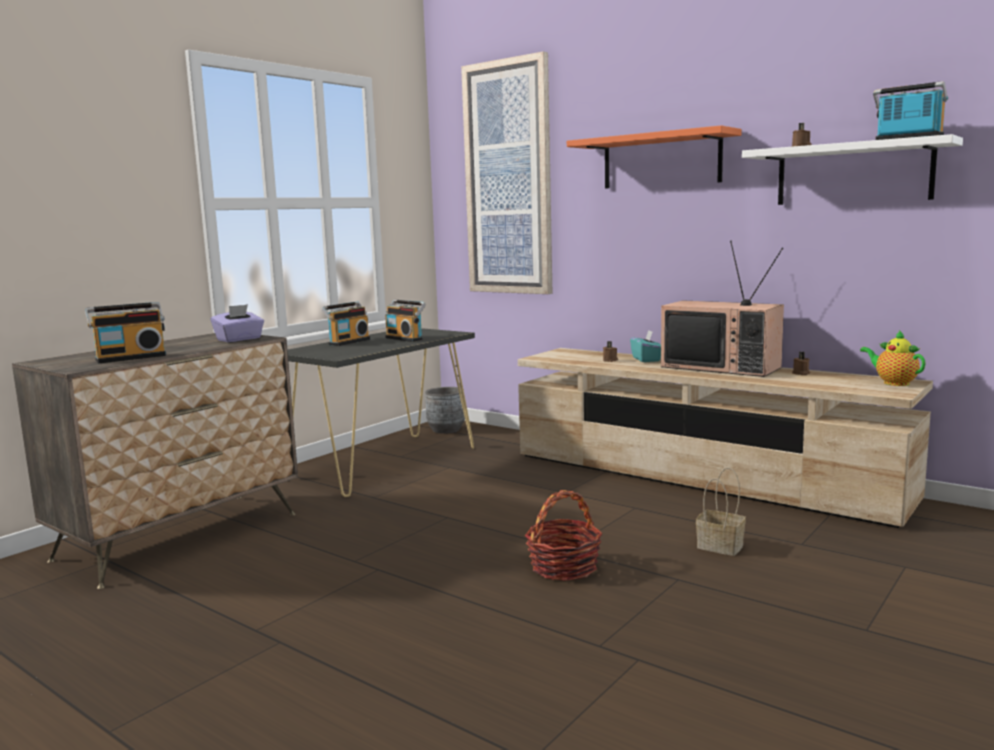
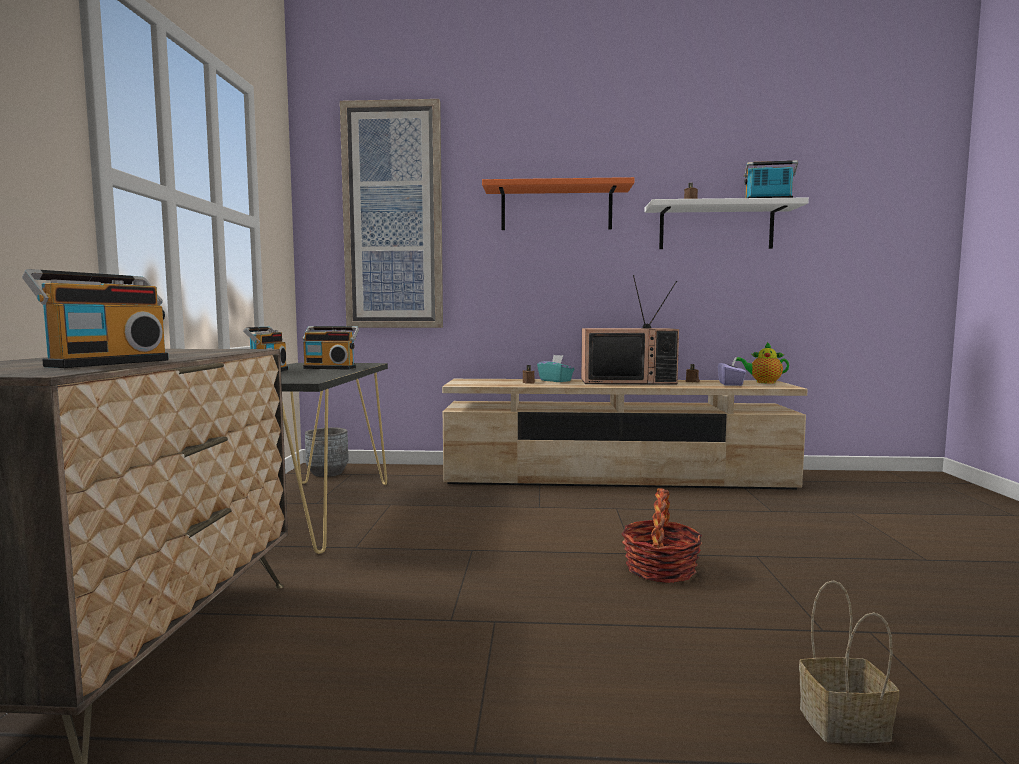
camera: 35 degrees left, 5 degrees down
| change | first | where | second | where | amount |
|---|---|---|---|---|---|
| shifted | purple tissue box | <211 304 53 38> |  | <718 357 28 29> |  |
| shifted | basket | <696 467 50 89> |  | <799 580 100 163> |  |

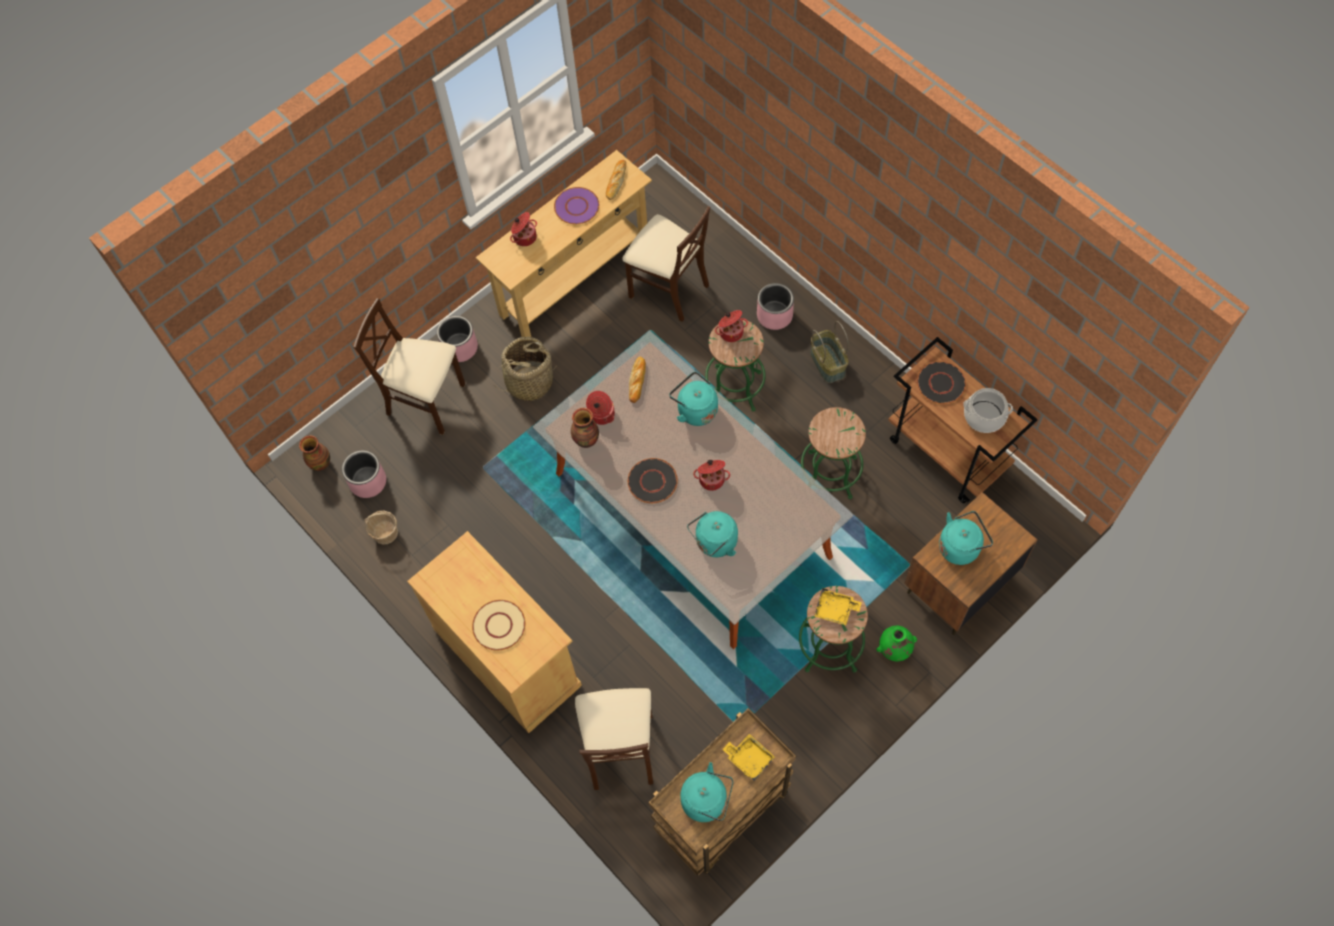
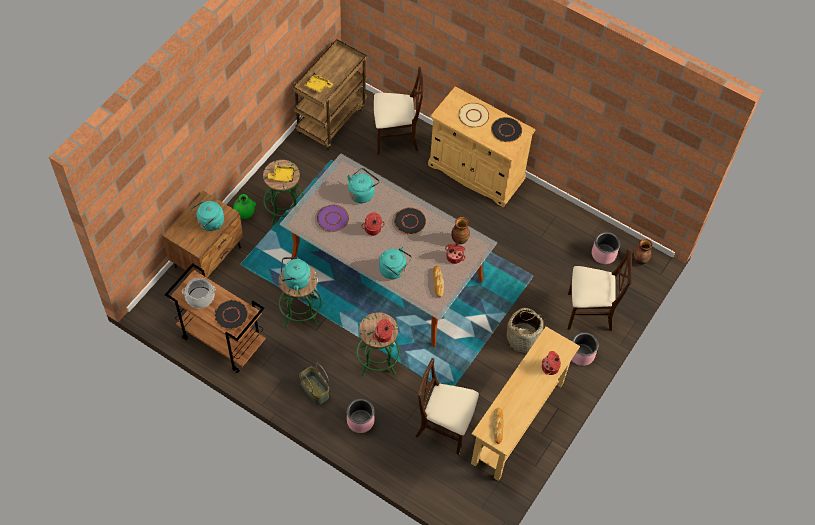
camera: 160 degrees right, 5 degrees down
| change | first | where | second | where | amount |
|---|---|---|---|---|---|
| gone | basket | <364 511 34 34> |  |  |  |
| new |  |  | black plate | <491 117 31 25> |  |
| shifted | purple plate | <554 187 45 37> |  | <317 205 32 27> |  |
| shifted | turquoise kettle | <680 762 53 60> |  | <280 257 31 33> |  |
| rotated | beige chair | <575 688 78 102> |  | <374 67 49 88> | 105 degrees clockwise |

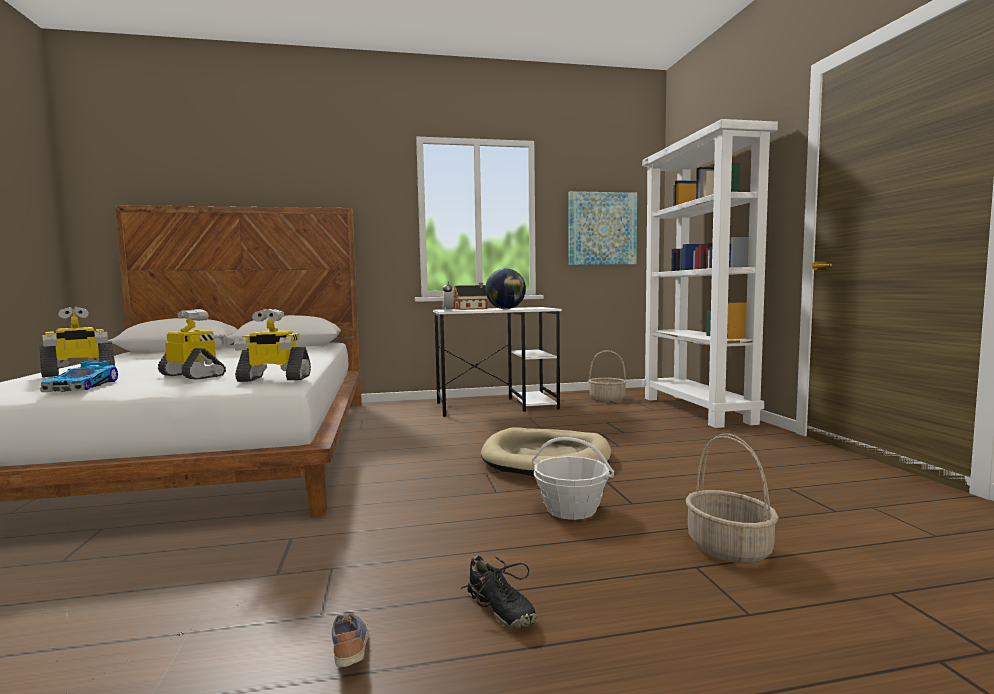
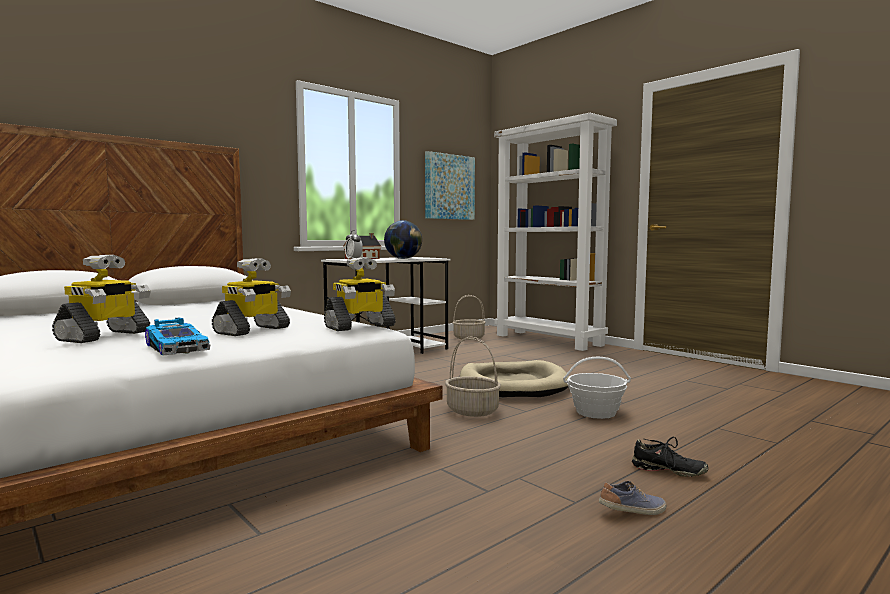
camera: 30 degrees left, 0 degrees up
| change | first | where | second | where | amount |
|---|---|---|---|---|---|
| shifted | basket | <685 434 94 130> |  | <445 337 56 80> |  |
| rotated | toy robot | <158 309 71 71> |  | <212 258 79 78> | 120 degrees clockwise |
| rotated | shoe | <332 613 37 55> |  | <599 481 67 34> | 120 degrees clockwise |

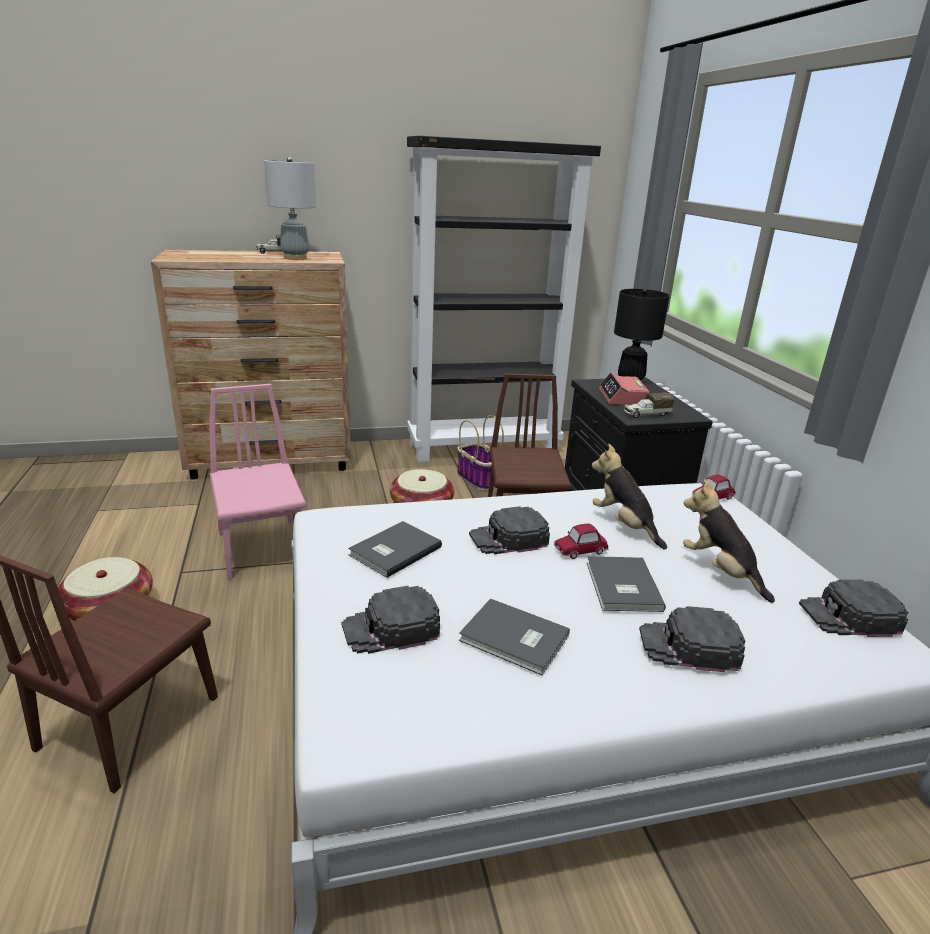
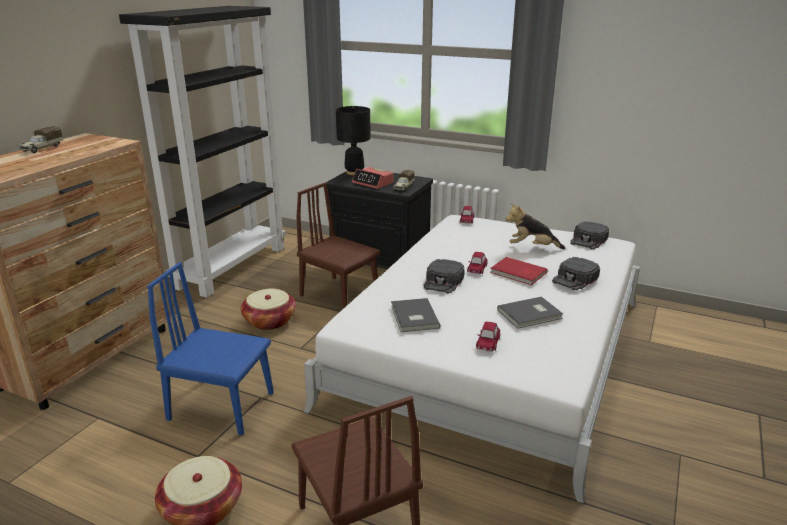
camera: 50 degrees left, 0 degrees up
| change | first | where | second | where | amount |
|---|---|---|---|---|---|
| gone | grey table lamp | <264 157 53 103> |  |  |  |
| gone | basket | <457 415 47 76> |  |  |  |
| gone | plush toy | <592 444 75 106> |  |  |  |
| swapped | black cap | <341 586 99 68> | toy car | <476 322 24 30> |  |
| repainted | pink chair | <209 384 97 196> | blue chair | <147 262 127 173> |  |
| repainted | grey book | <587 556 79 56> | red book | <490 257 57 28> |  |

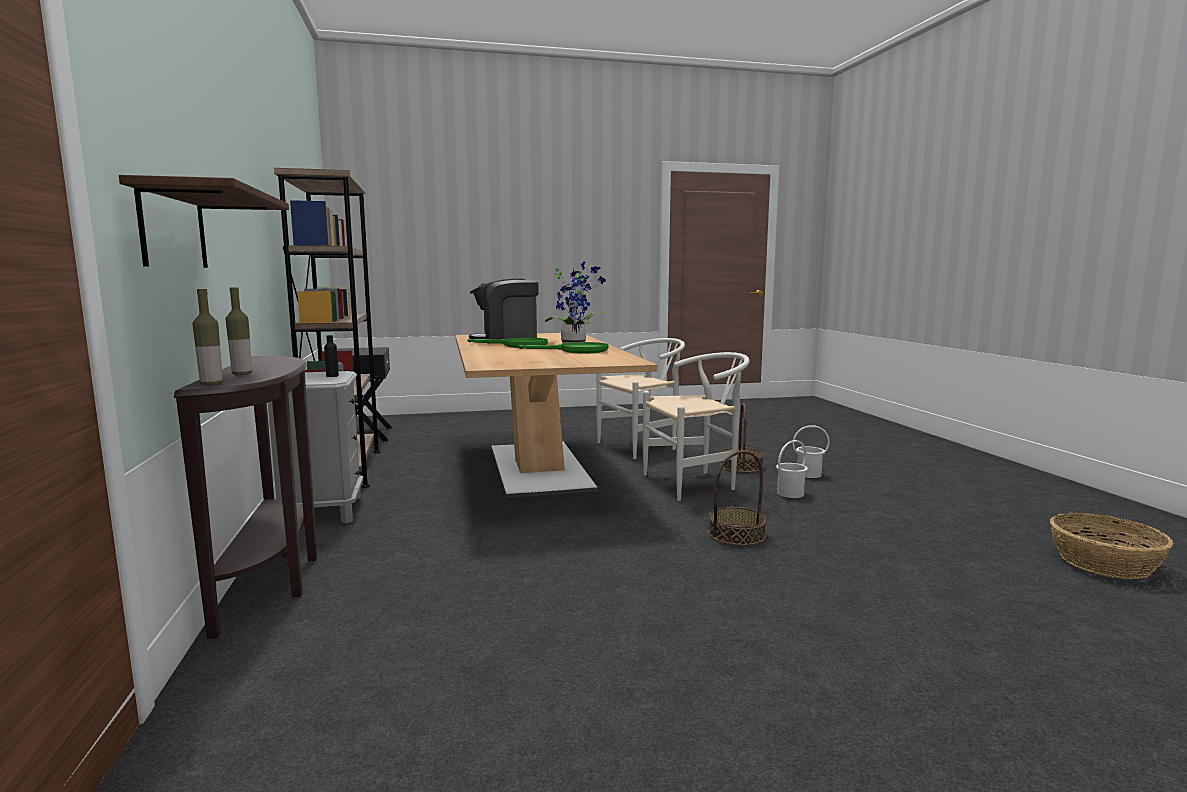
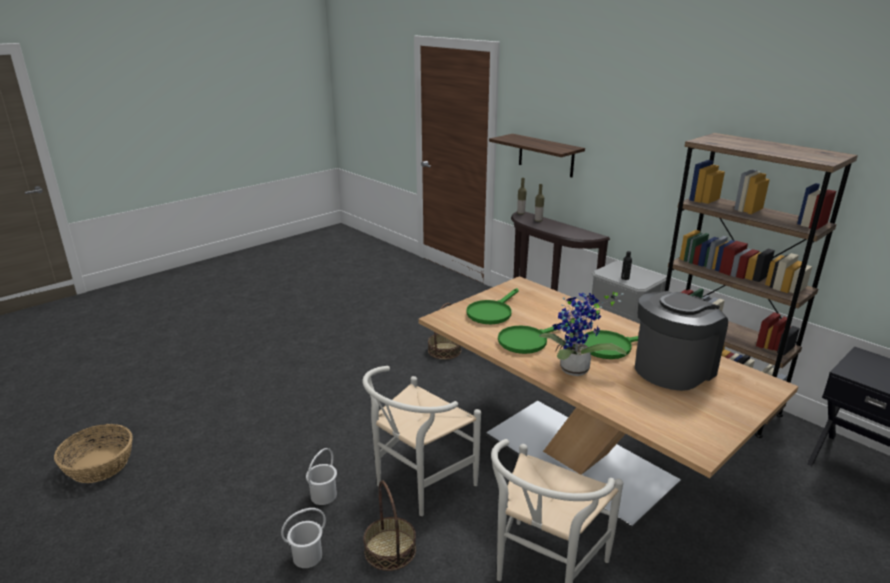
camera: 150 degrees right, 15 degrees up
| change | first | where | second | where | amount |
|---|---|---|---|---|---|
| new |  |  | green frying pan | <466 288 53 36> |  |
| shifted | basket | <709 450 58 96> |  | <428 303 33 57> |  |

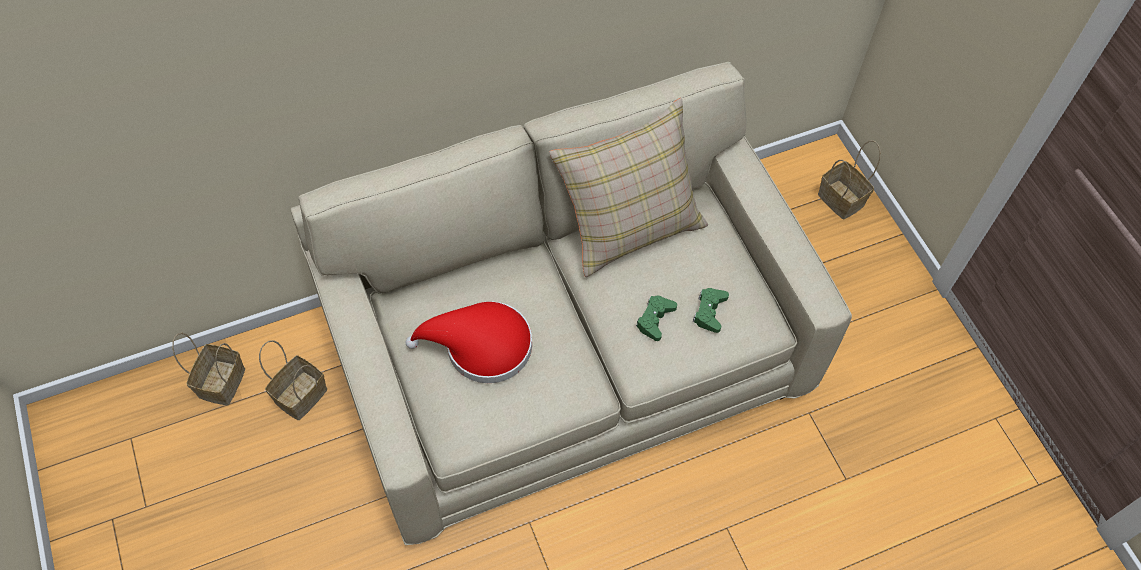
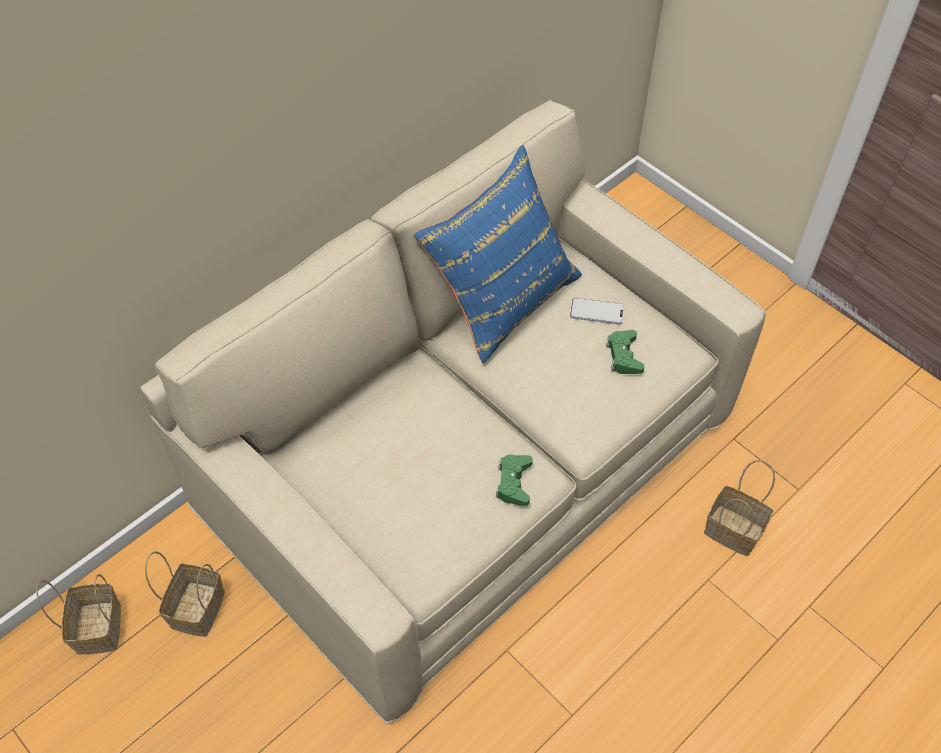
camera: 20 degrees left, 5 degrees down
| change | first | where | second | where | amount |
|---|---|---|---|---|---|
| gone | red hat | <406 301 126 82> |  |  |  |
| new |  |  | phone | <570 298 54 26> |  |
| shifted | green game controller | <636 296 41 45> |  | <496 455 37 51> |  |
| shifted | basket | <818 140 63 79> |  | <704 460 71 96> |  |
| repainted | beige pillow | <549 98 159 179> | blue pillow | <413 145 169 218> |  |

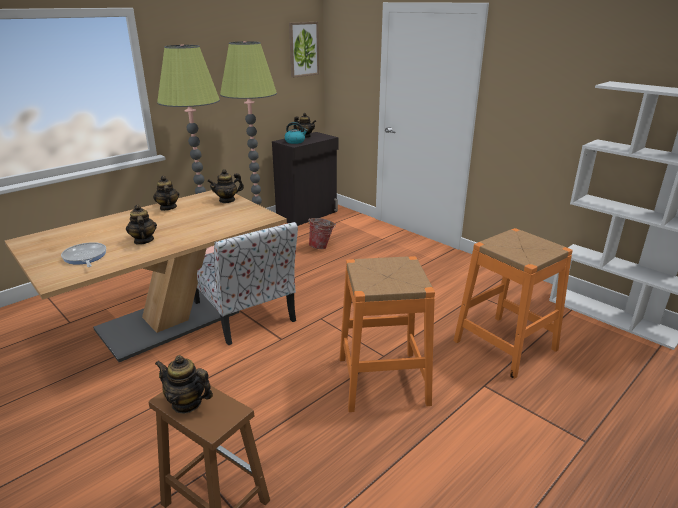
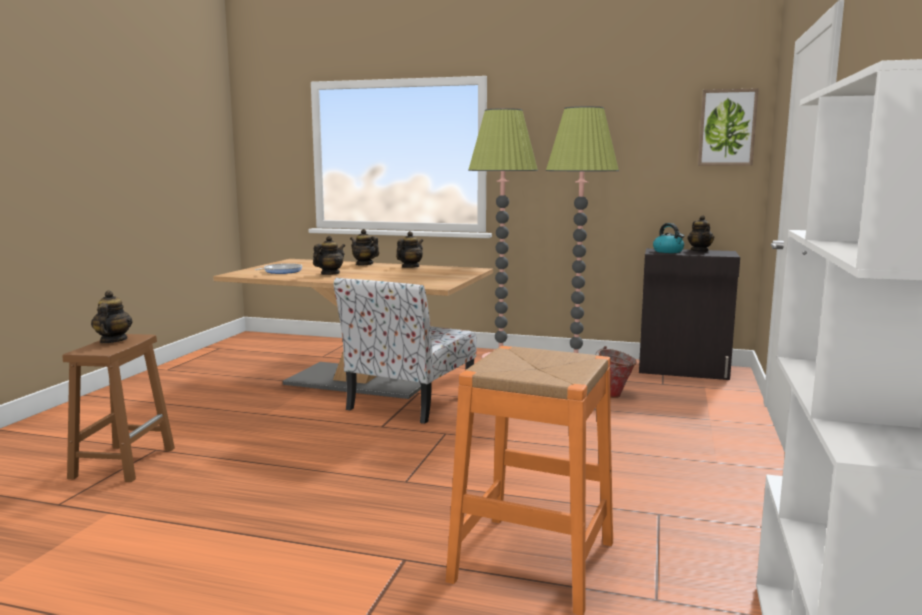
camera: 60 degrees right, 15 degrees down
| change | first | where | second | where | amount |
|---|---|---|---|---|---|
| gone | orange stool | <339 256 96 156> |  |  |  |
| shifted | teapot | <207 169 37 34> |  | <350 229 29 37> |  |

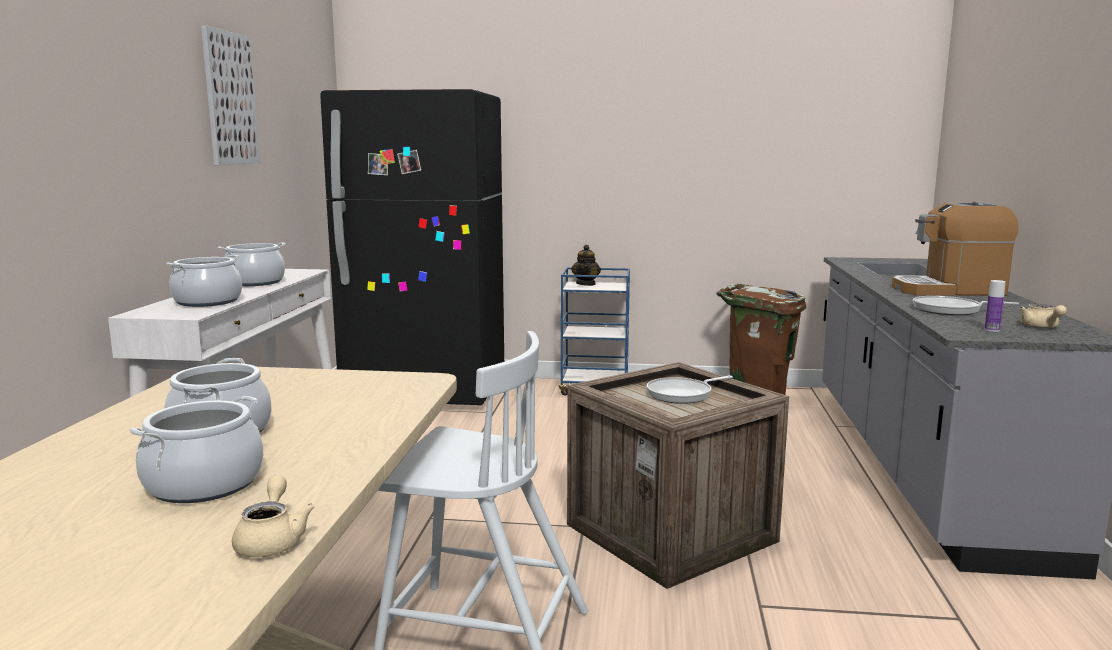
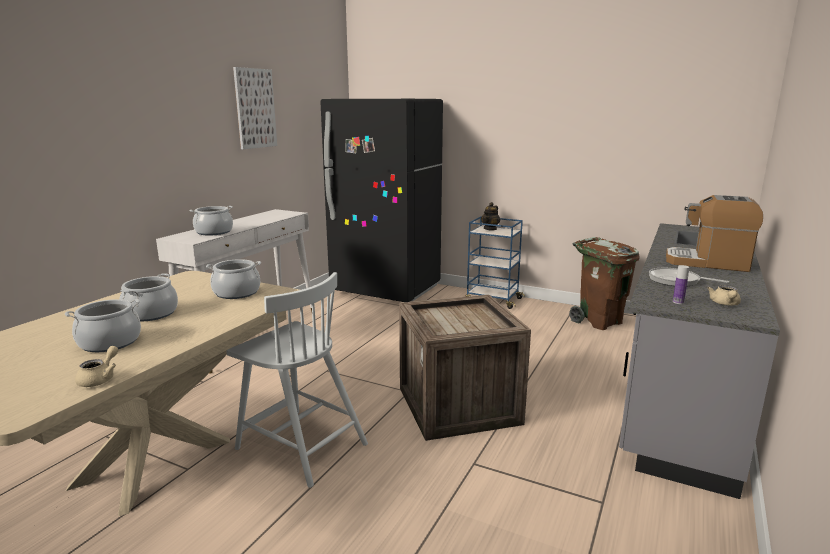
camera: 20 degrees right, 5 degrees up
| change | first | where | second | where | amount |
|---|---|---|---|---|---|
| gone | frying pan | <647 375 86 29> |  |  |  |
| shifted | cooking pot | <218 242 68 44> |  | <206 259 55 40> |  |

